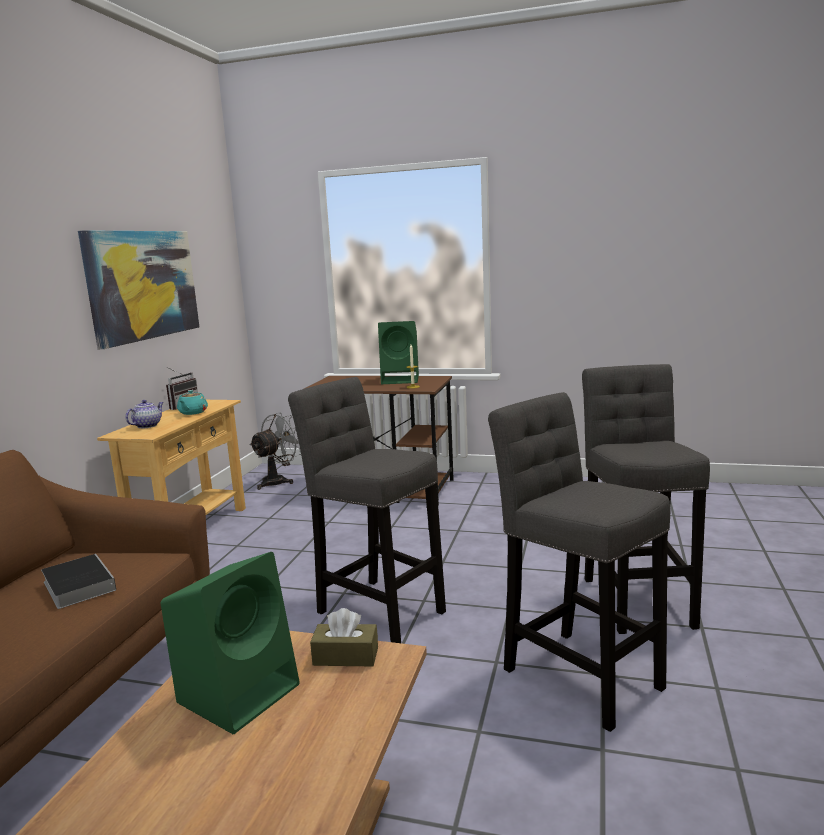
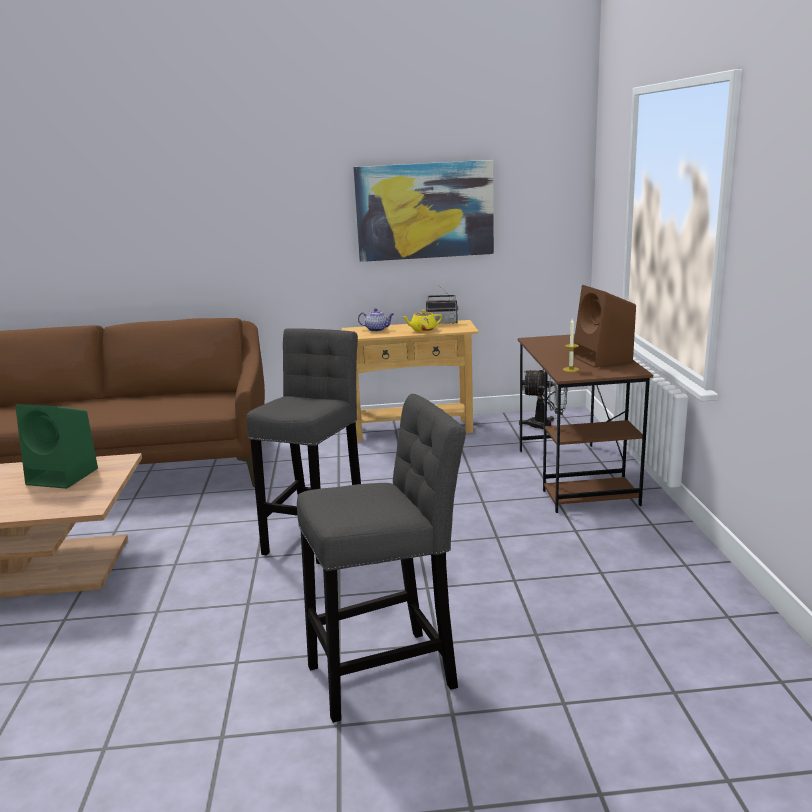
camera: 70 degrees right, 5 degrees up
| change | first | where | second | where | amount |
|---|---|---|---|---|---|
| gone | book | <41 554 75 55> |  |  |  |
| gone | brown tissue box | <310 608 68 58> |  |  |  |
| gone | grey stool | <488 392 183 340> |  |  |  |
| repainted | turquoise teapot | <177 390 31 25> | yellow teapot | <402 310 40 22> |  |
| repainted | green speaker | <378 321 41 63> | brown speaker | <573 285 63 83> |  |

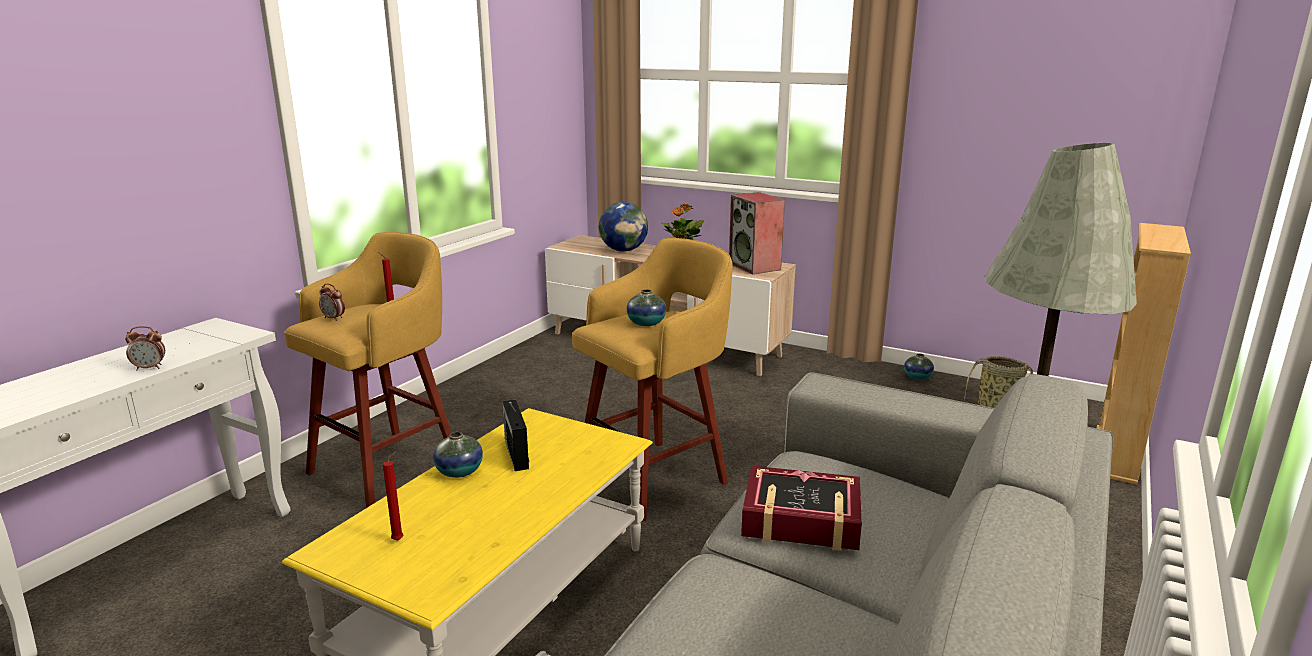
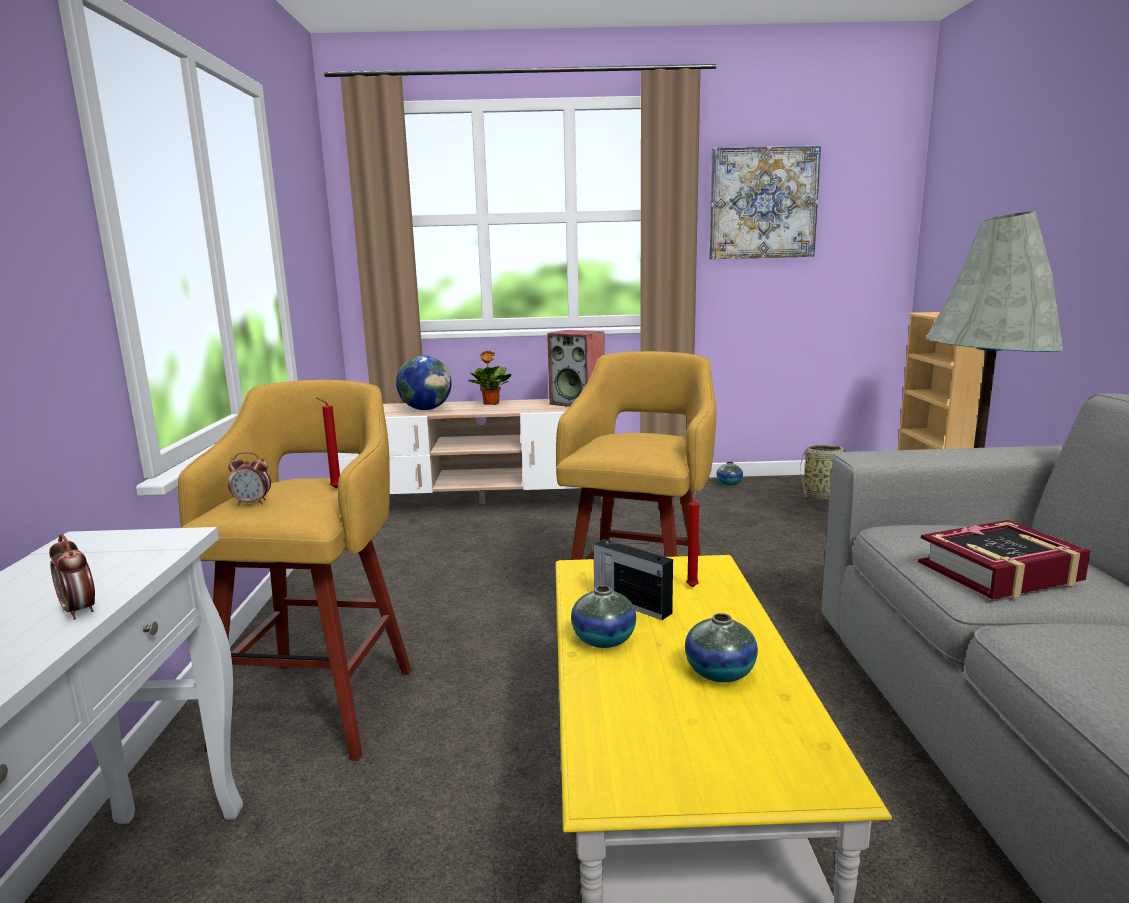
camera: 30 degrees left, 5 degrees down
| change | first | where | second | where | amount |
|---|---|---|---|---|---|
| new |  |  | picture | <709 145 112 114> |  |
| shifted | red candle | <383 451 20 90> |  | <686 491 13 96> |  |
| shifted | vase | <627 289 39 37> |  | <685 613 73 69> |  |
| rotated | alarm clock | <125 326 40 44> |  | <49 534 46 86> | 90 degrees clockwise |

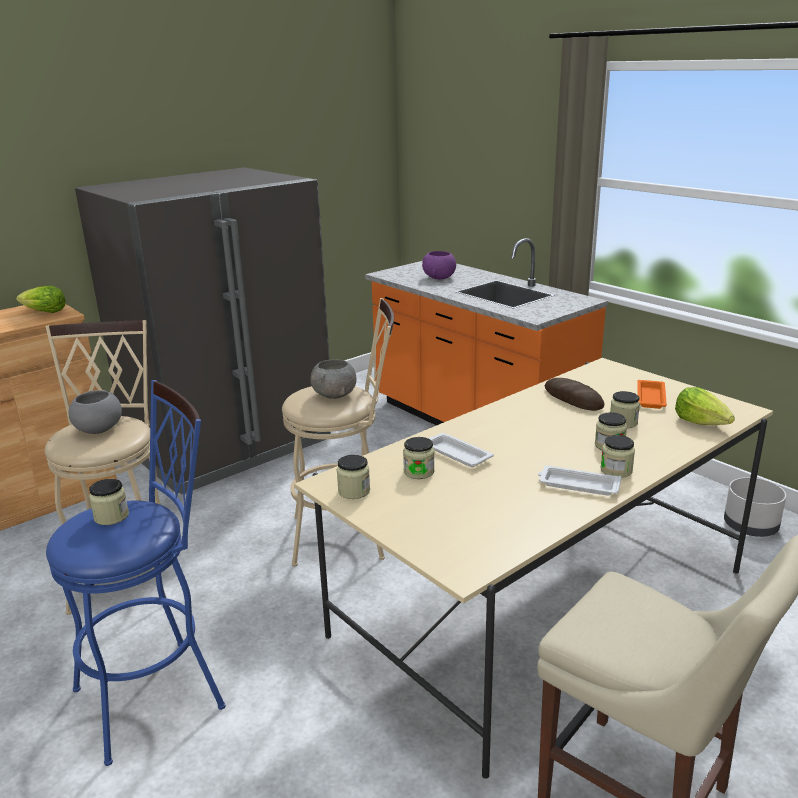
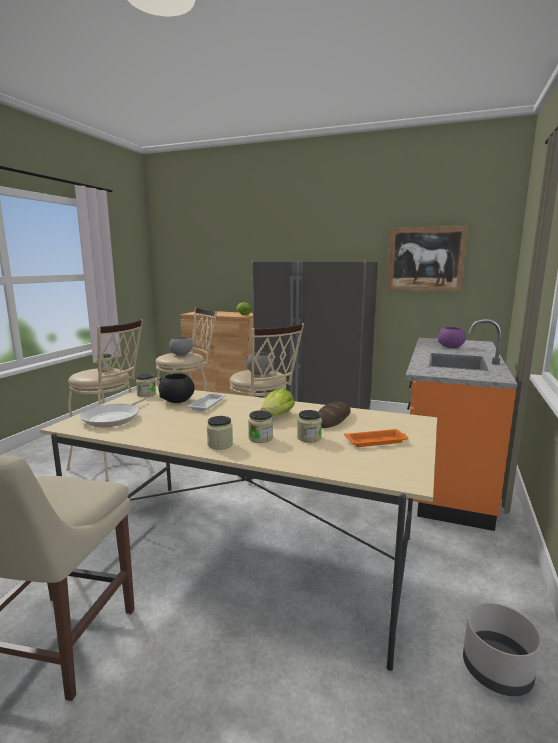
camera: 60 degrees right, 10 degrees down
| change | first | where | second | where | amount |
|---|---|---|---|---|---|
| gone | white tray | <538 466 84 30> |  |  |  |
| new |  |  | frying pan | <80 397 67 30> |  |
| new |  |  | picture | <387 226 81 66> |  |
| shifted | lettuce | <675 387 60 38> |  | <261 388 34 28> |  |
| swapped | jar | <403 437 32 42> | black bowl | <158 374 37 29> |  |
| repainted | blue stool | <46 380 179 386> | beige stool | <66 319 77 162> |  |

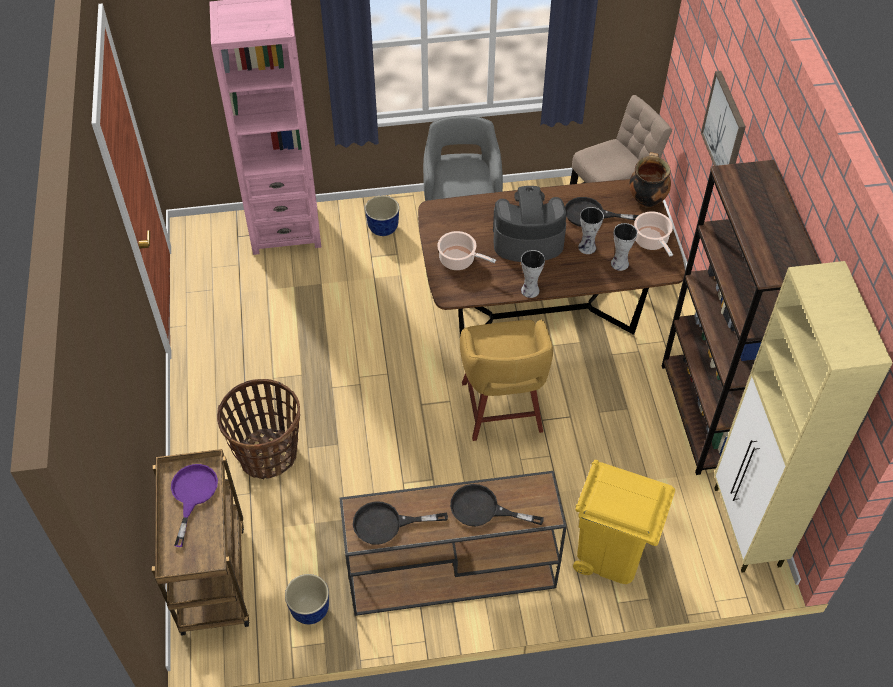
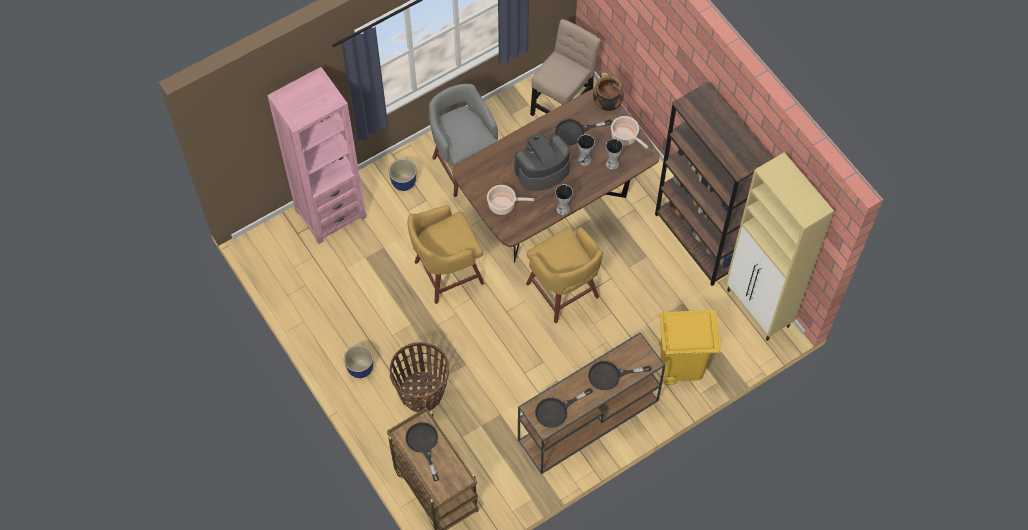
camera: 25 degrees left, 10 degrees up
| change | first | where | second | where | amount |
|---|---|---|---|---|---|
| gone | picture | <701 71 45 95> |  |  |  |
| new |  |  | yellow stool | <408 205 76 99> |  |
| shifted | planter | <285 574 44 50> |  | <344 345 29 33> |  |
| repainted | purple frying pan | <171 464 47 83> | black frying pan | <405 422 34 60> |  |

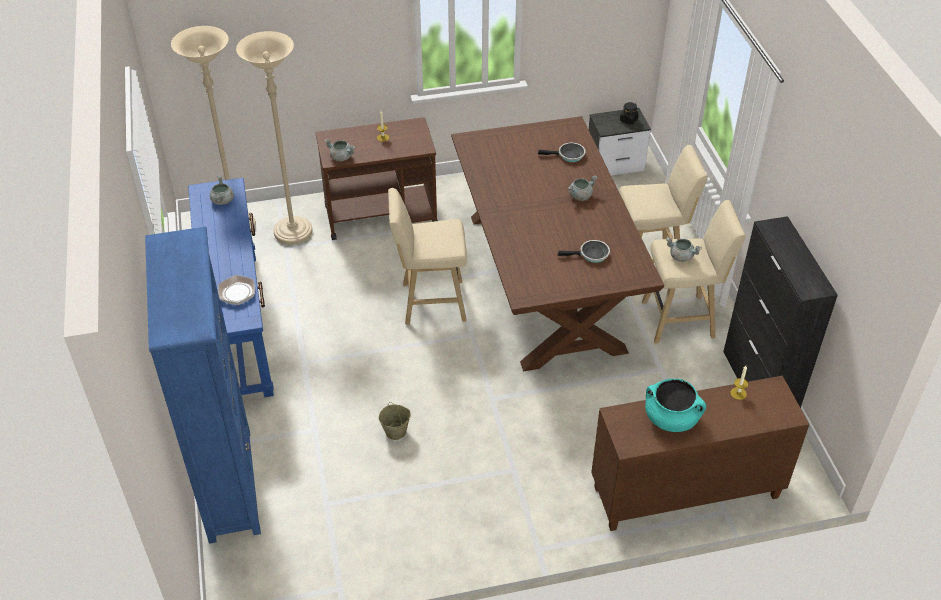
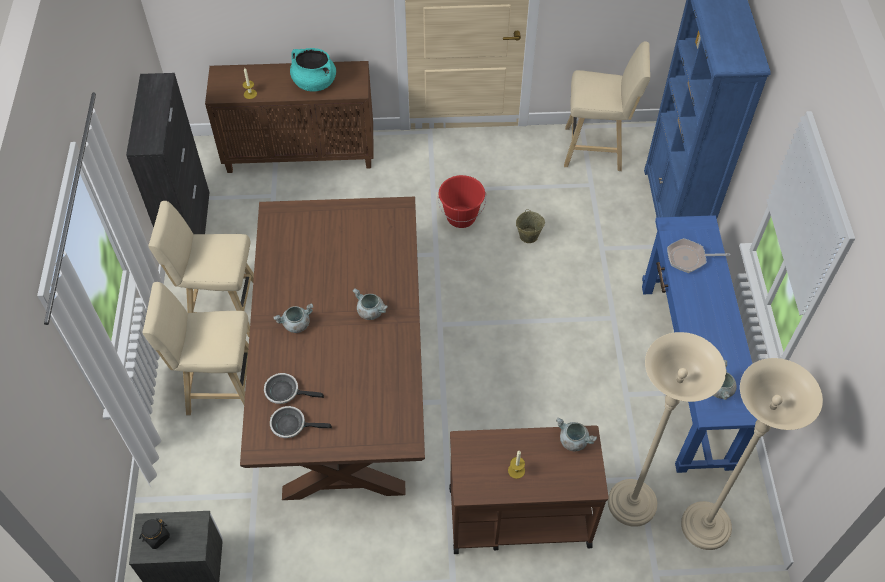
camera: 170 degrees left, 10 degrees up
| change | first | where | second | where | amount |
|---|---|---|---|---|---|
| new |  |  | red bucket | <438 175 48 53> |  |
| shifted | beige stool | <388 188 79 137> |  | <564 41 86 130> |  |
| shifted | frying pan | <558 240 52 23> |  | <270 406 62 32> |  |
| shifted | grey cooking pot | <666 238 36 24> |  | <353 288 35 32> |  |

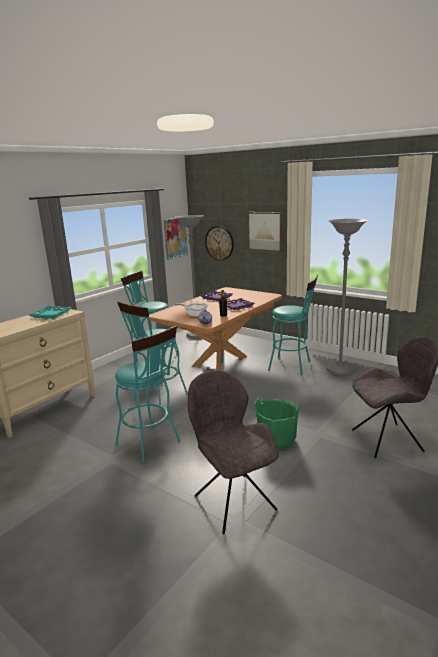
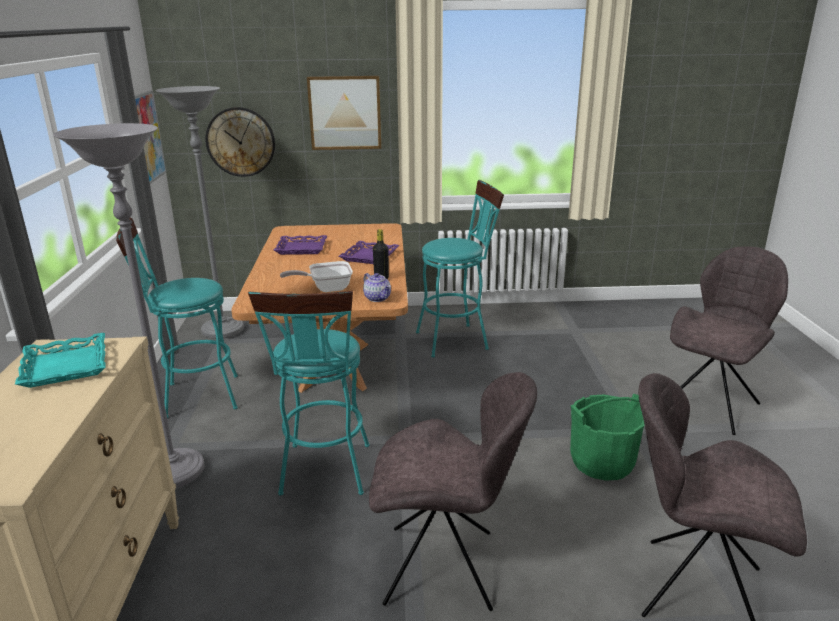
camera: 40 degrees left, 5 degrees up
| change | first | where | second | where | amount |
|---|---|---|---|---|---|
| shifted | grey floor lamp | <327 219 41 157> |  | <53 123 151 365> |  |
| swapped | turquoise stool | <115 326 66 137> | grey chair | <369 372 168 239> |  |

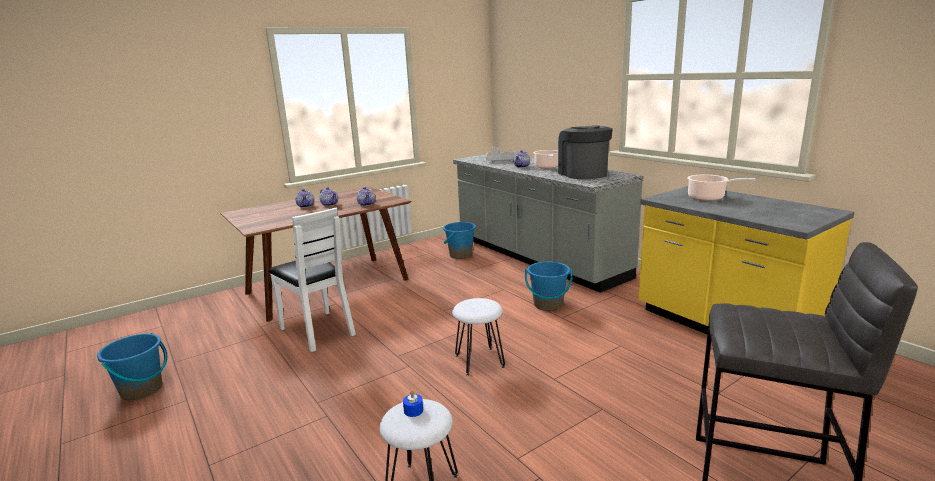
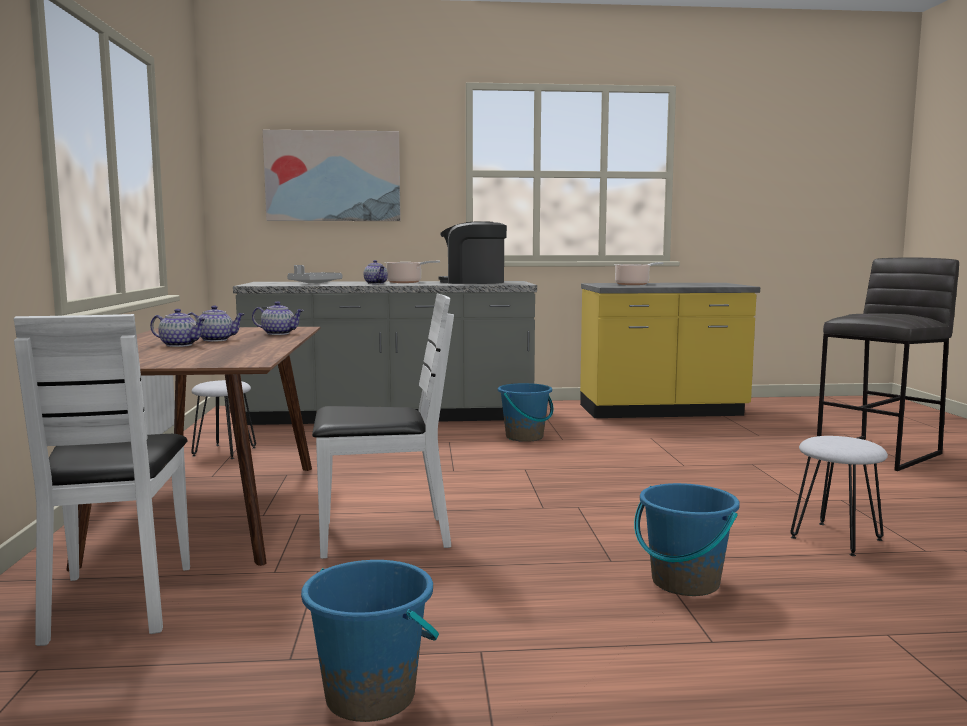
camera: 60 degrees left, 10 degrees down
| change | first | where | second | where | amount |
|---|---|---|---|---|---|
| gone | blue candle | <403 391 20 26> |  |  |  |
| new |  |  | white chair | <14 314 176 332> |  |
| new |  |  | picture | <263 130 138 91> |  |
| shifted | blue bucket | <443 222 33 37> |  | <634 483 106 113> |  |
| shifted | white stool | <452 298 53 78> |  | <191 380 65 79> |  |

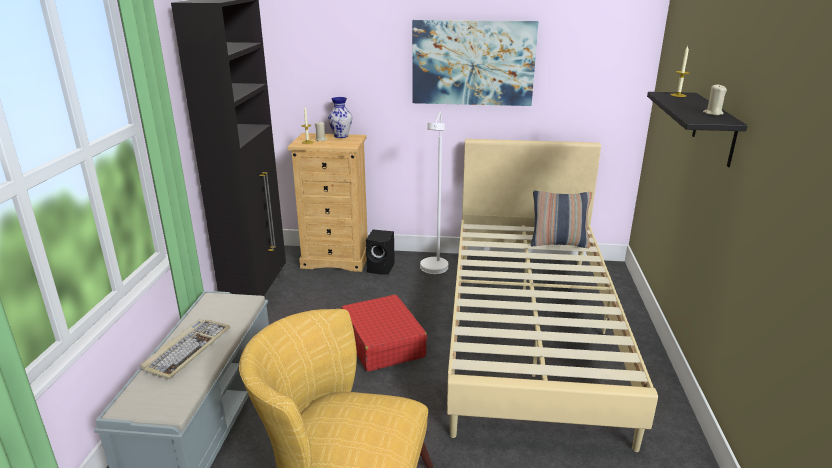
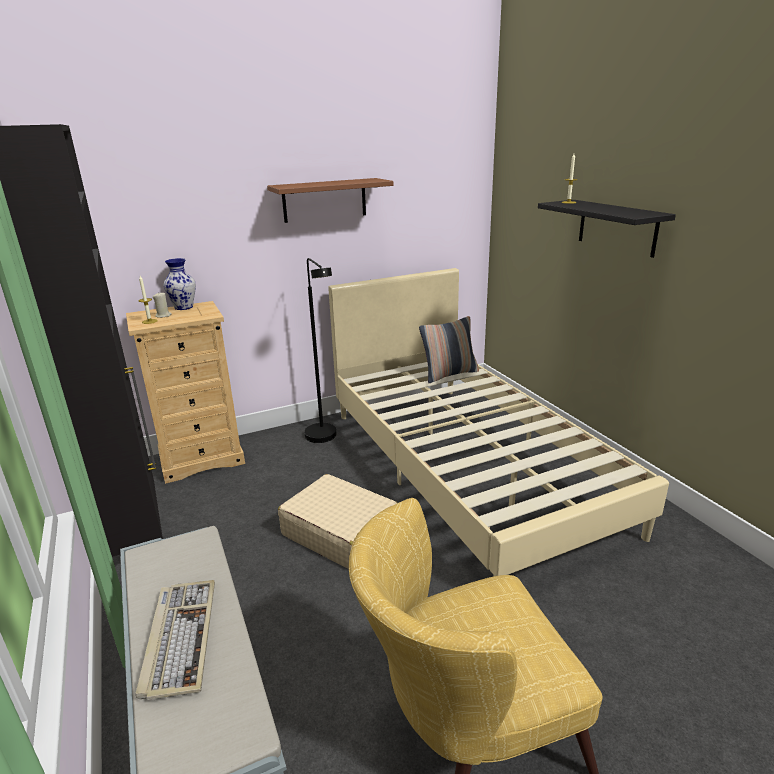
camera: 30 degrees left, 0 degrees up
| change | first | where | second | where | amount |
|---|---|---|---|---|---|
| gone | black speaker | <366 230 29 45> |  |  |  |
| gone | beige candle | <703 84 24 31> |  |  |  |
| swapped | picture | <412 20 126 86> | brown shelf | <267 178 126 45> |  |
| repainted | red suitcase | <341 295 86 77> | beige suitcase | <278 474 119 95> |  |
| repainted | white floor lamp | <420 112 28 162> | black floor lamp | <304 258 32 185> |  |

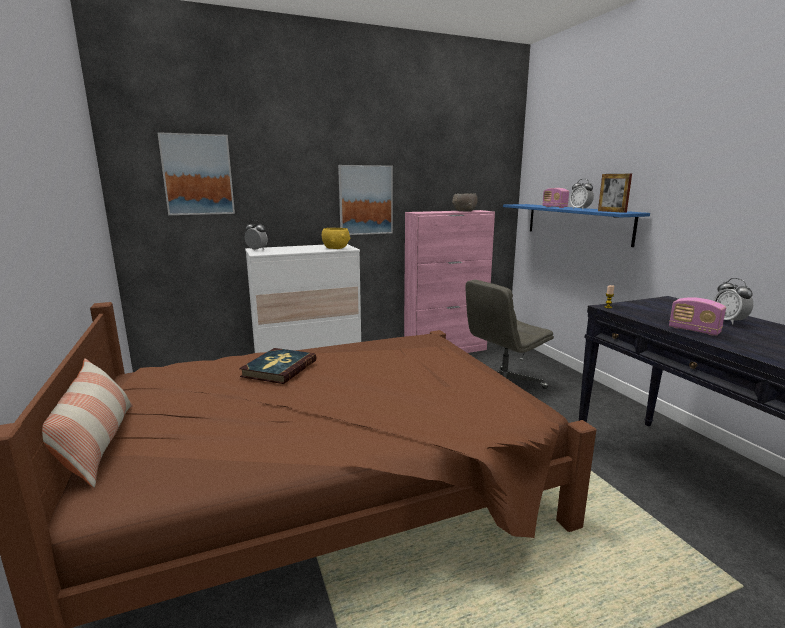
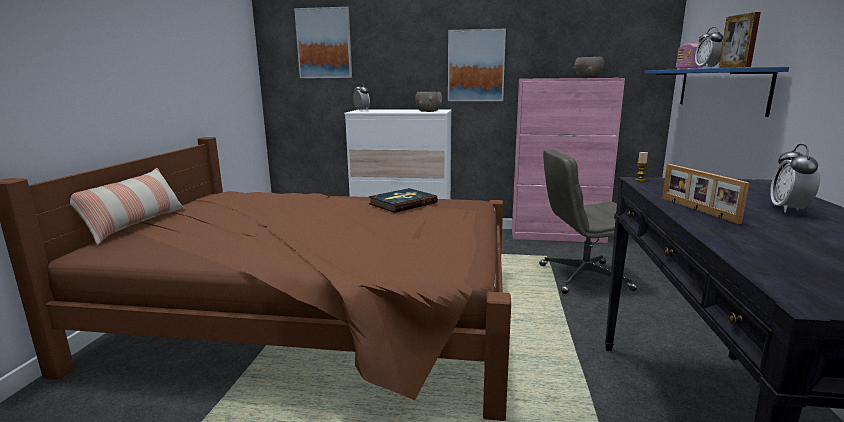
camera: 30 degrees right, 0 degrees up
| change | first | where | second | where | amount |
|---|---|---|---|---|---|
| shifted | book | <239 348 78 36> |  | <369 188 69 25> |  |
| swapped | radio | <669 297 57 39> | picture frame | <662 164 88 60> |  |
| repainted | yellow bowl | <322 228 28 21> | grey bowl | <415 91 27 21> |  |

